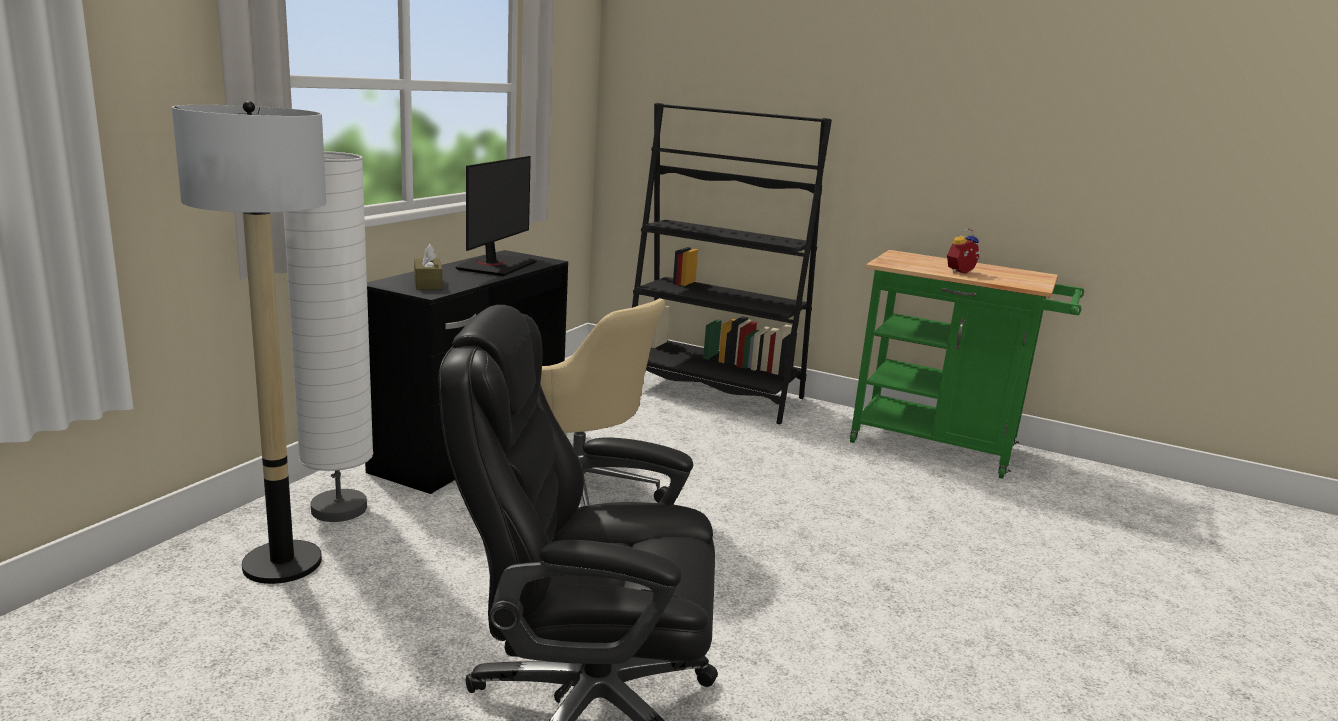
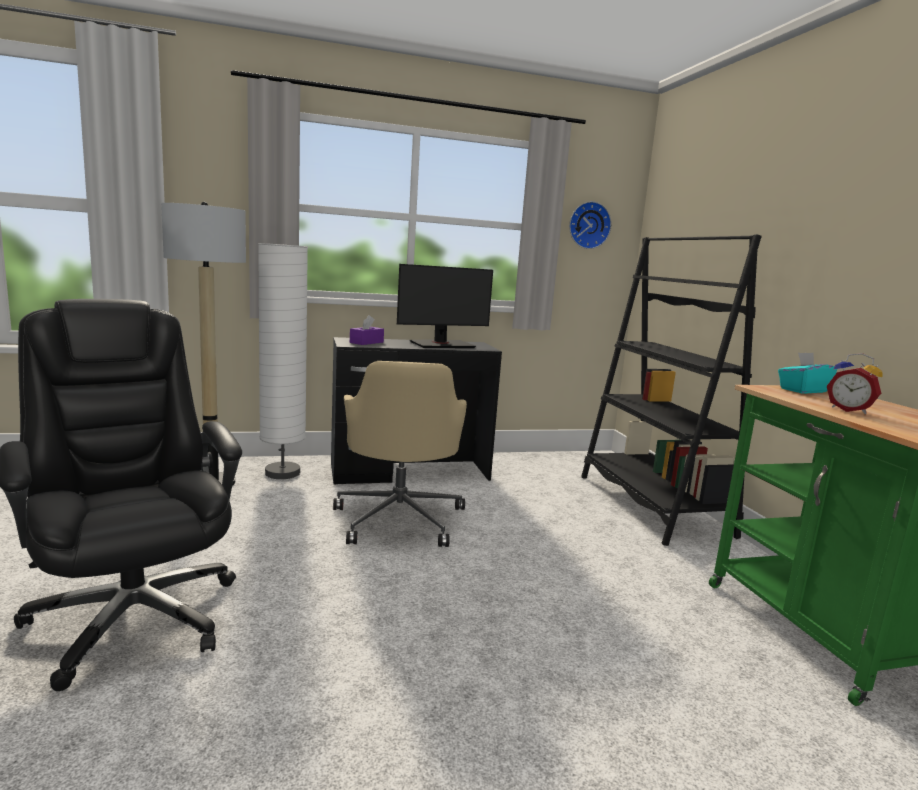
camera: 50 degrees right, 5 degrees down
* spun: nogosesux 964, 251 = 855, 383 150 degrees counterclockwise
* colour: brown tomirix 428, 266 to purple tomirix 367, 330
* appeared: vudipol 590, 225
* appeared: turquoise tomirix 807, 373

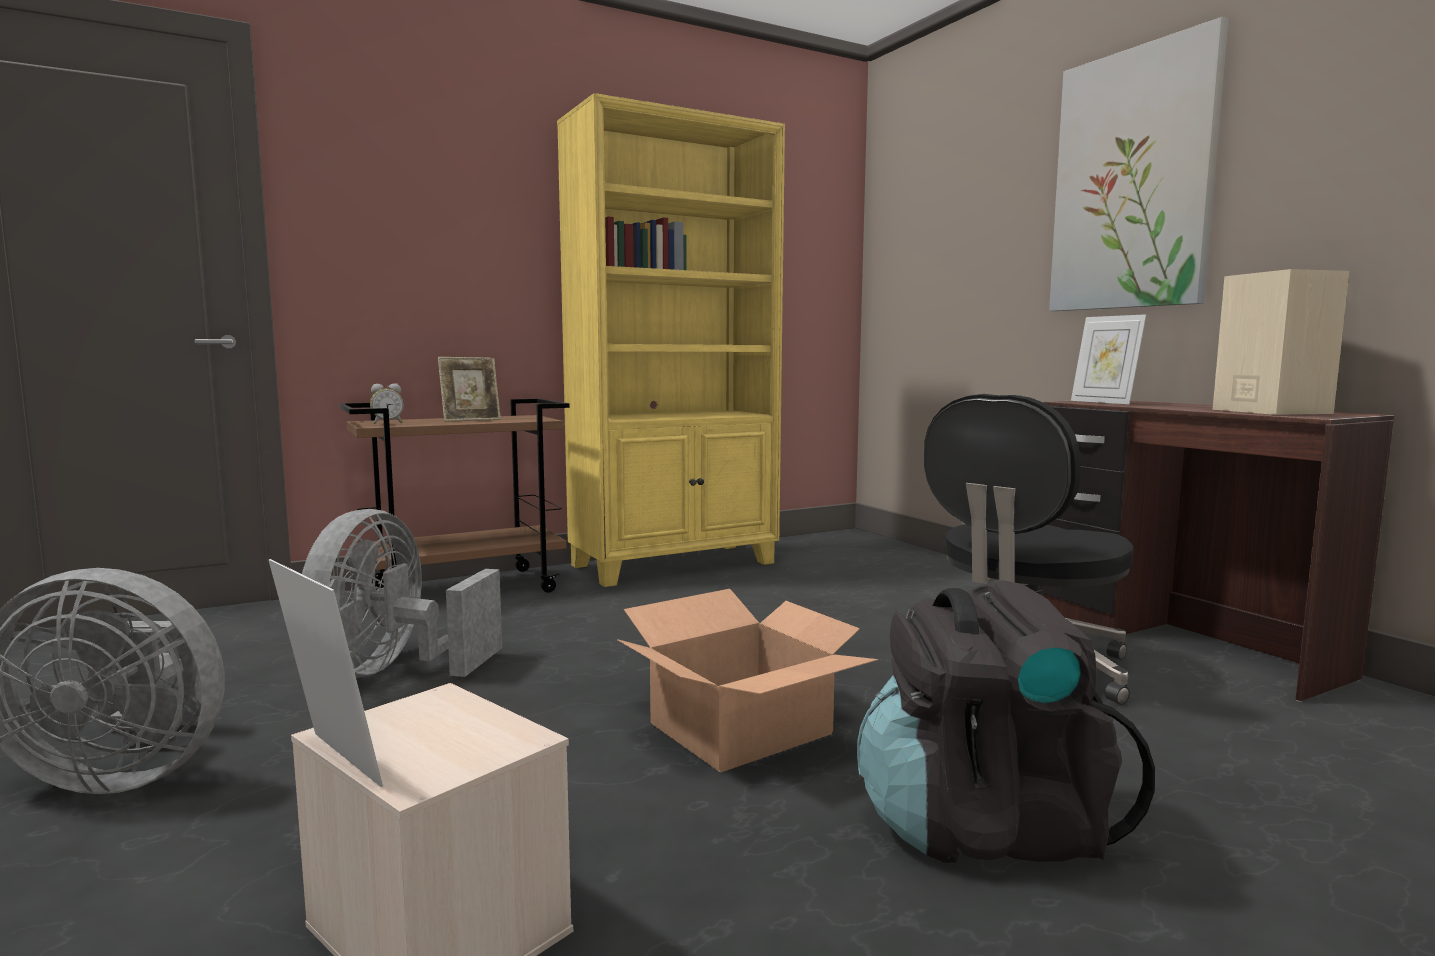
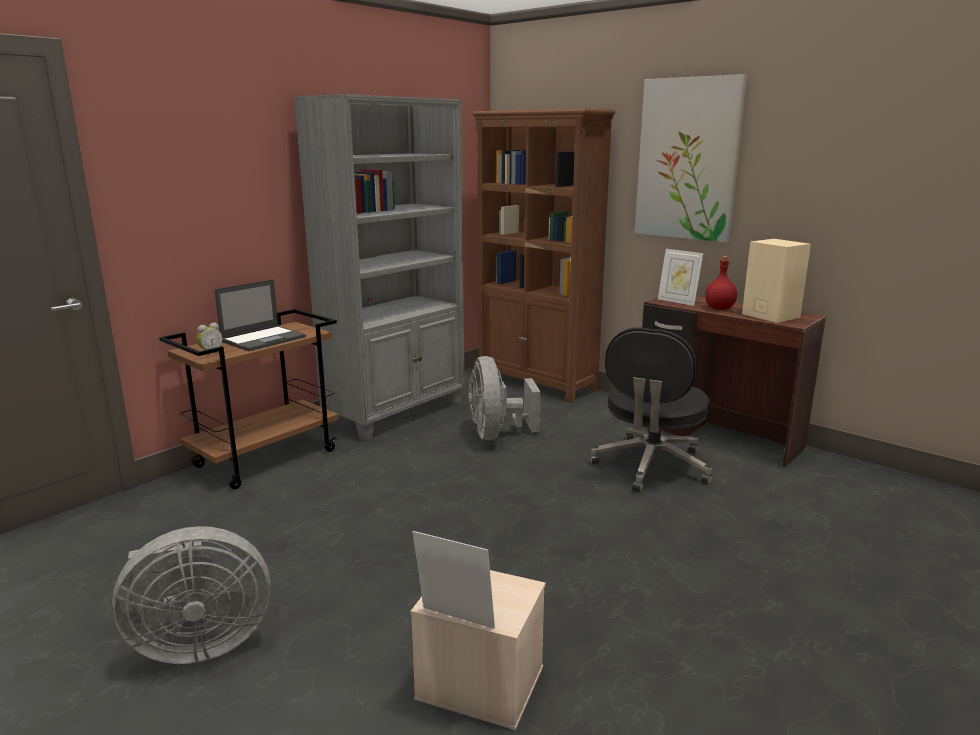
camera: 20 degrees left, 10 degrees up
* colour: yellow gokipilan 671, 340 to grey gokipilan 379, 267
* exchanged: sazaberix 469, 389 to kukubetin 260, 315
* relocated: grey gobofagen 402, 593 to 504, 398
* missing: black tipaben 1006, 721
* missing: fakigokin 748, 681
* appeared: brown gokipilan 544, 256
* appeared: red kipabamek 721, 283

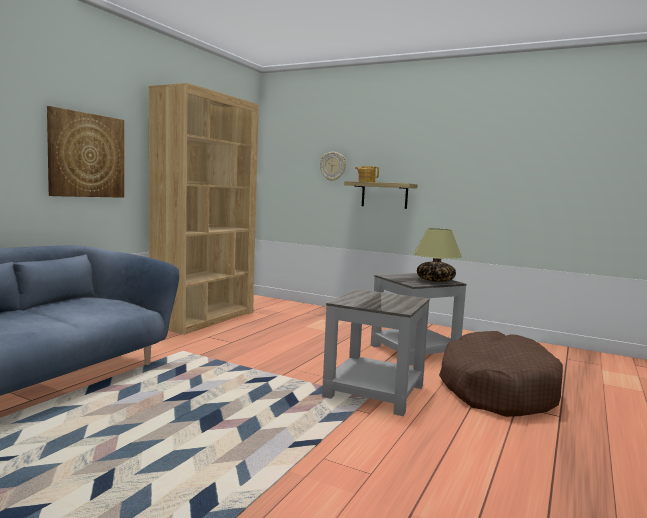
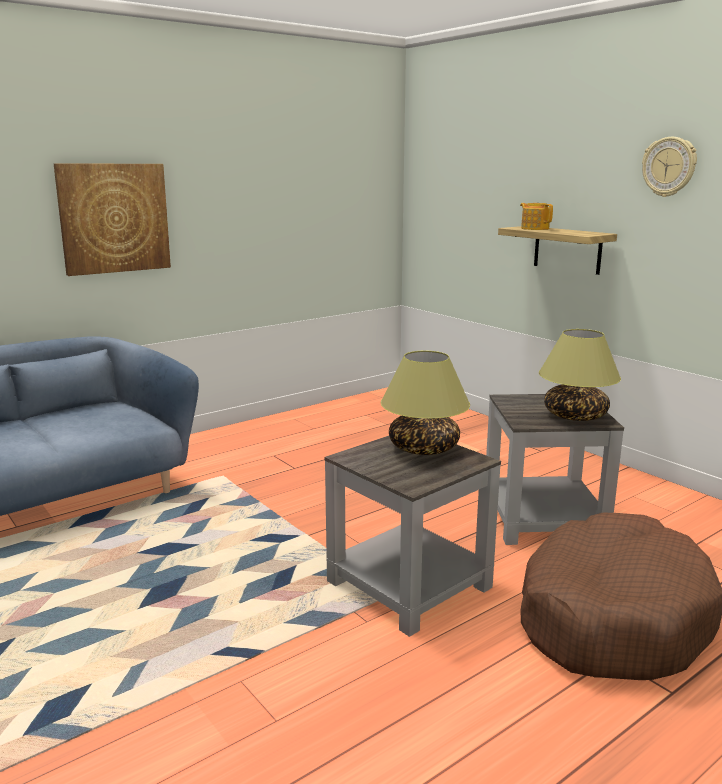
camera: 25 degrees right, 10 degrees up
* missing: brown gokipilan 204, 209
* relocated: vudipol 333, 166 to 669, 167
* appeared: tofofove 425, 403

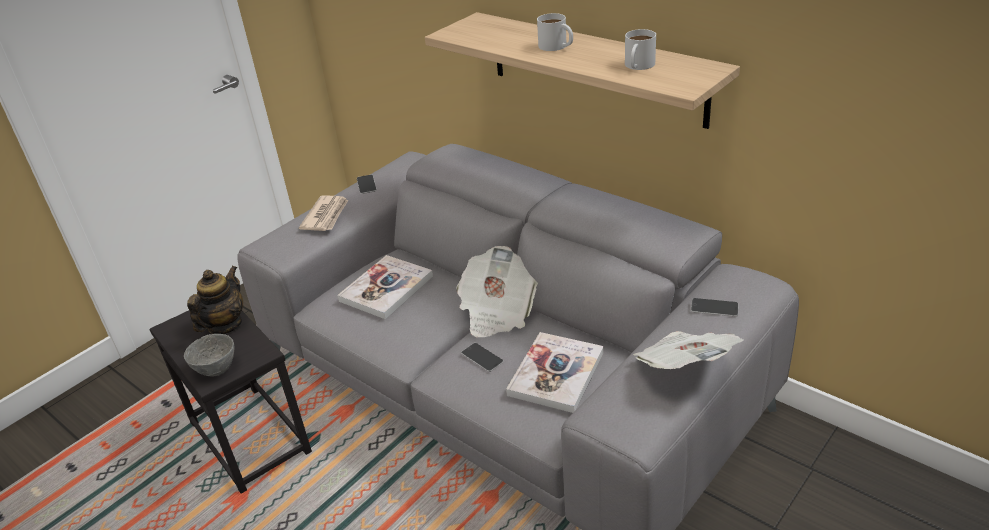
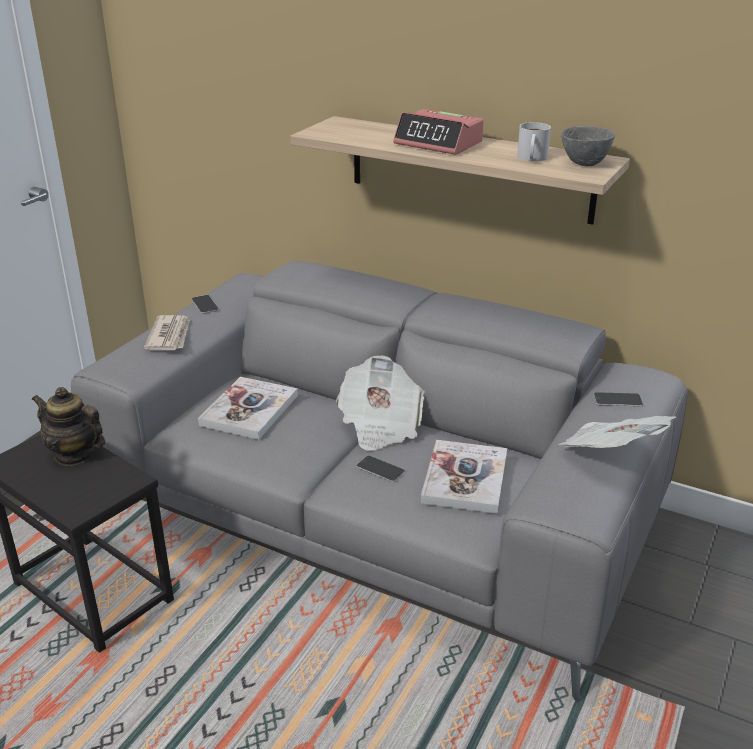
camera: 15 degrees left, 5 degrees down
* exchanged: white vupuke 555, 32 to nogosesux 438, 132
* spun: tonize 215, 300 = 68, 426 75 degrees counterclockwise
* relocated: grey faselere 209, 355 to 588, 146

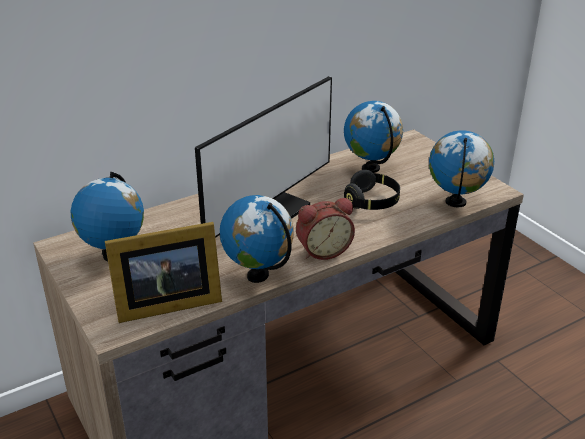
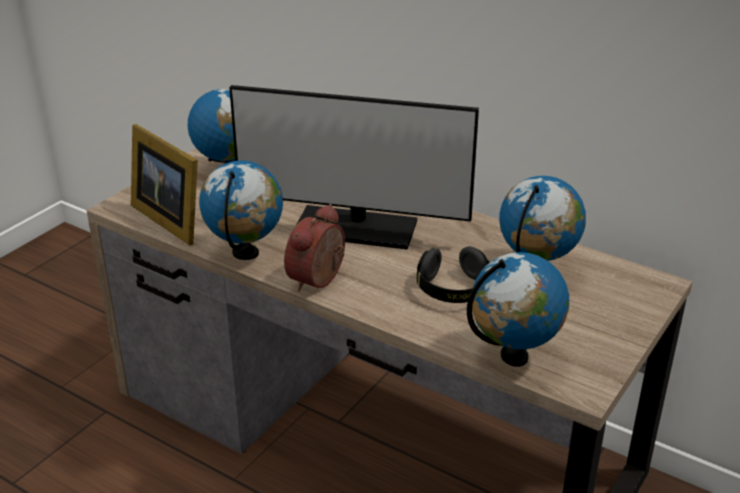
camera: 65 degrees right, 0 degrees up
* spun: nogosesux 325, 229 = 314, 248 75 degrees clockwise

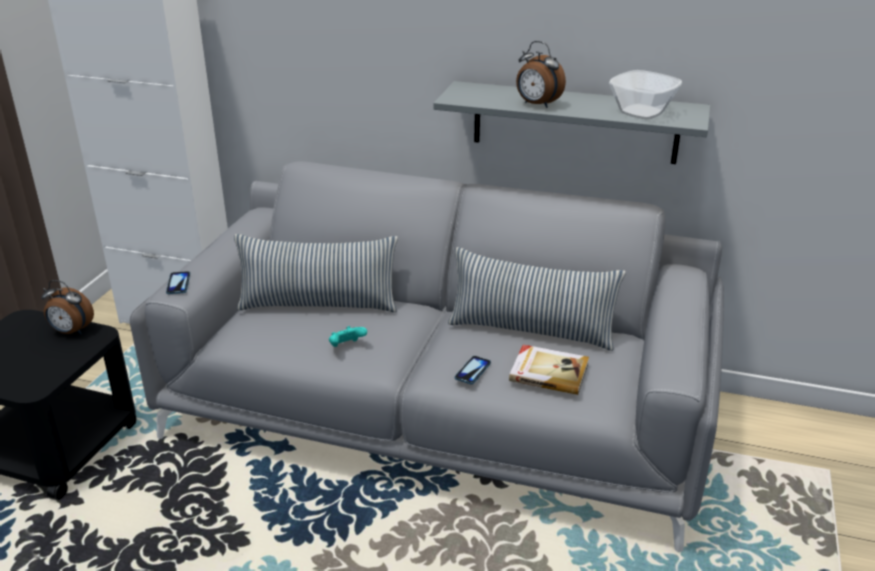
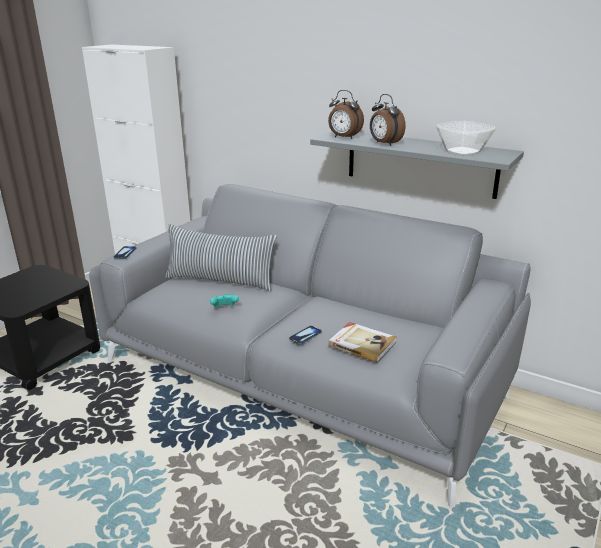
camera: 15 degrees right, 5 degrees down
* missing: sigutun 537, 299
* relocated: nogosesux 67, 307 to 346, 114

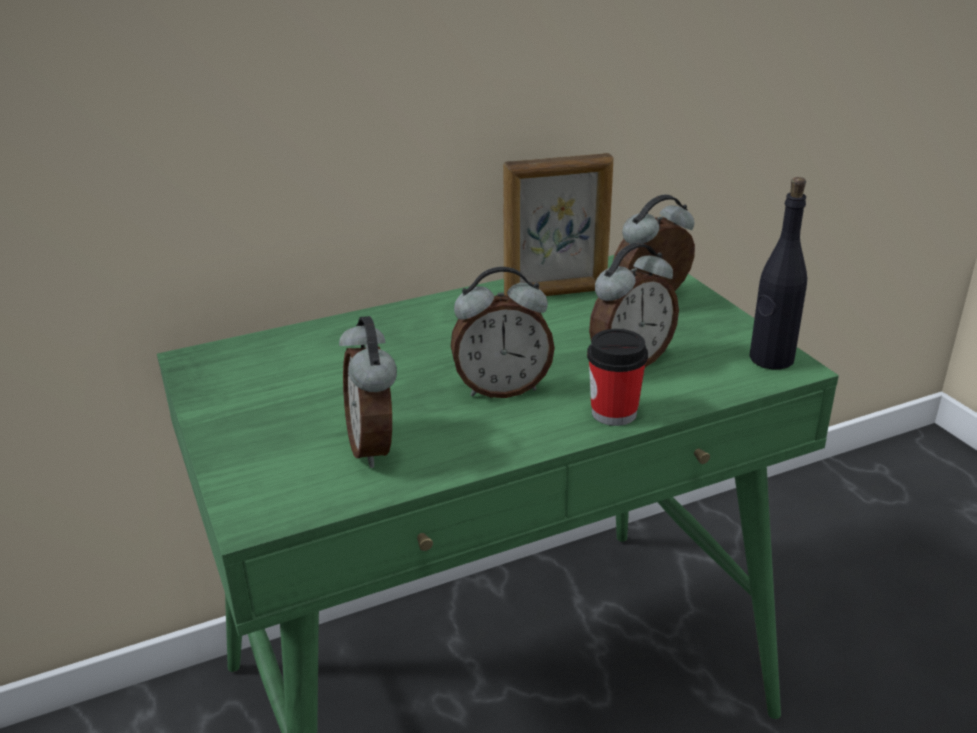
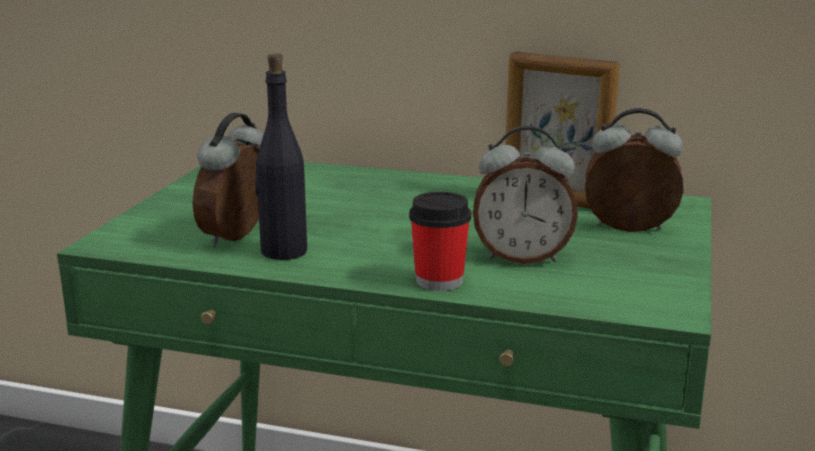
camera: 40 degrees right, 10 degrees down
* relocated: black kipabamek 778, 273 to 281, 156
* missing: nogosesux 503, 332

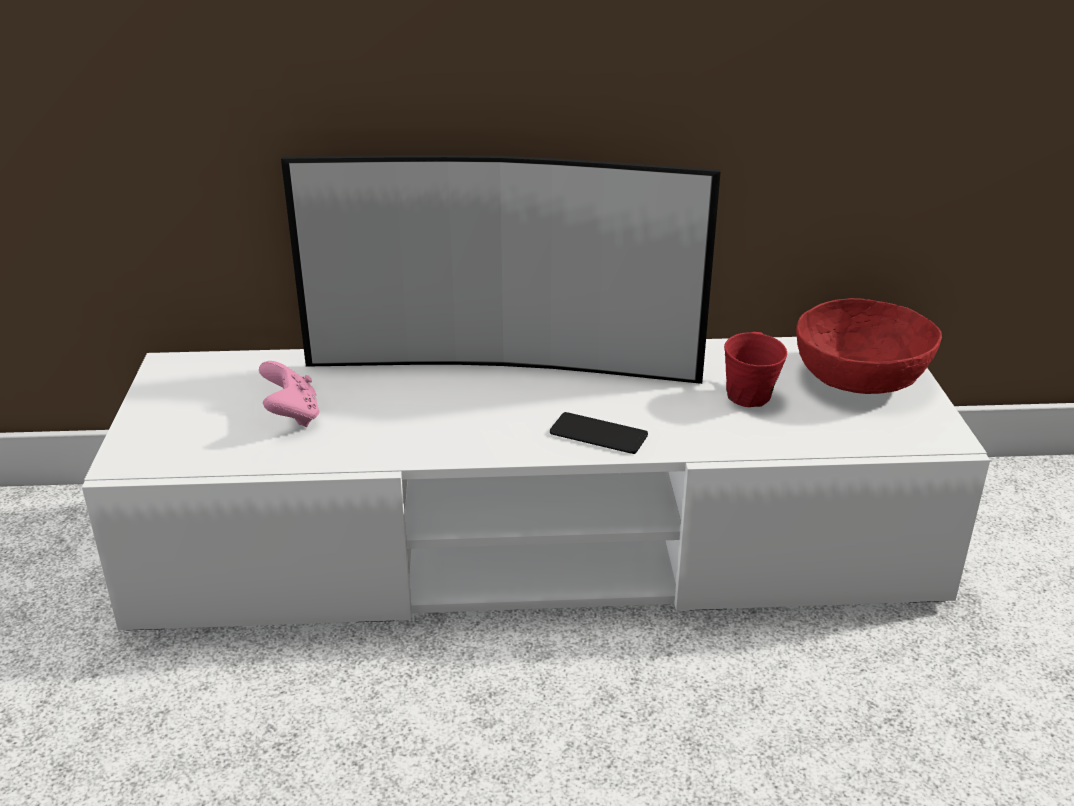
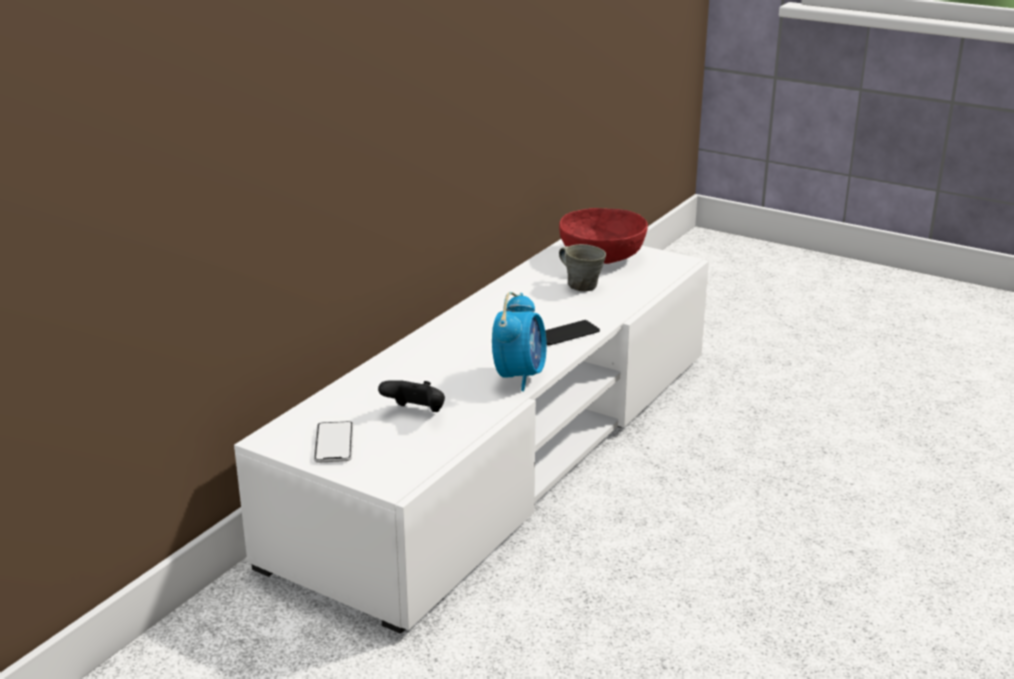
camera: 55 degrees left, 5 degrees down
* missing: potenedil 501, 269
* colour: red vupuke 755, 369 to grey vupuke 582, 267
* colour: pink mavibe 289, 394 to black mavibe 411, 396
* appeared: nogosesux 519, 341
* appeared: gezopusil 333, 441

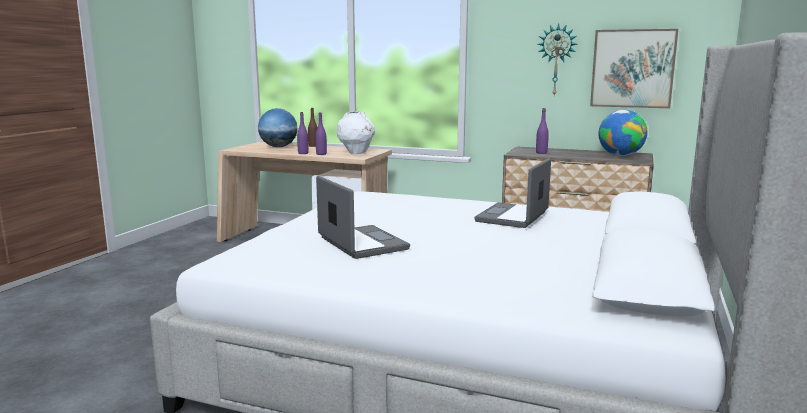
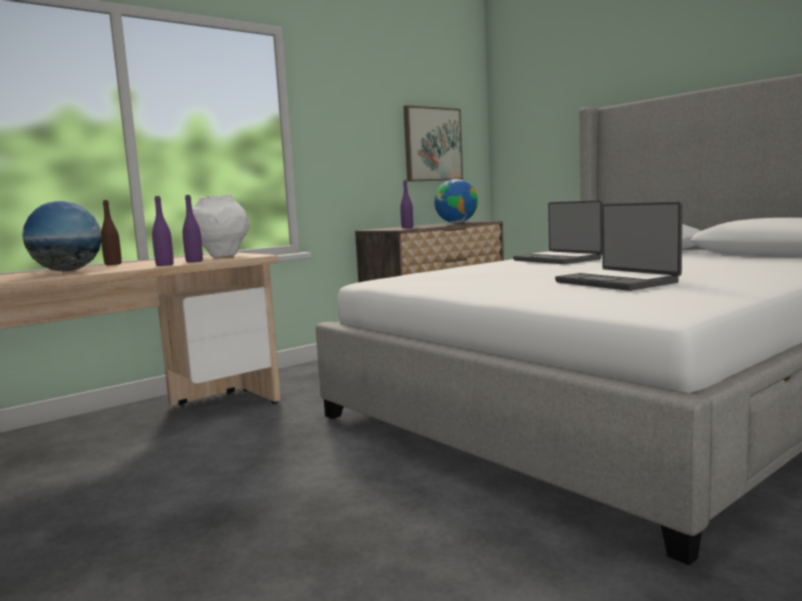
camera: 60 degrees left, 5 degrees down
* missing: vudipol 557, 59
* spun: kukubetin 363, 217 = 619, 246 120 degrees counterclockwise

